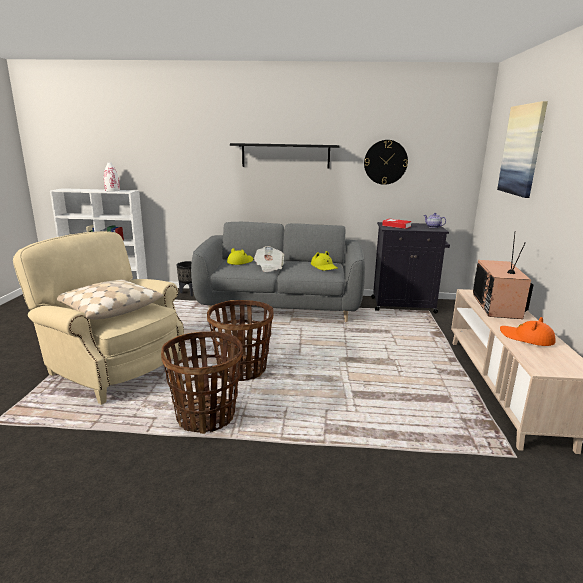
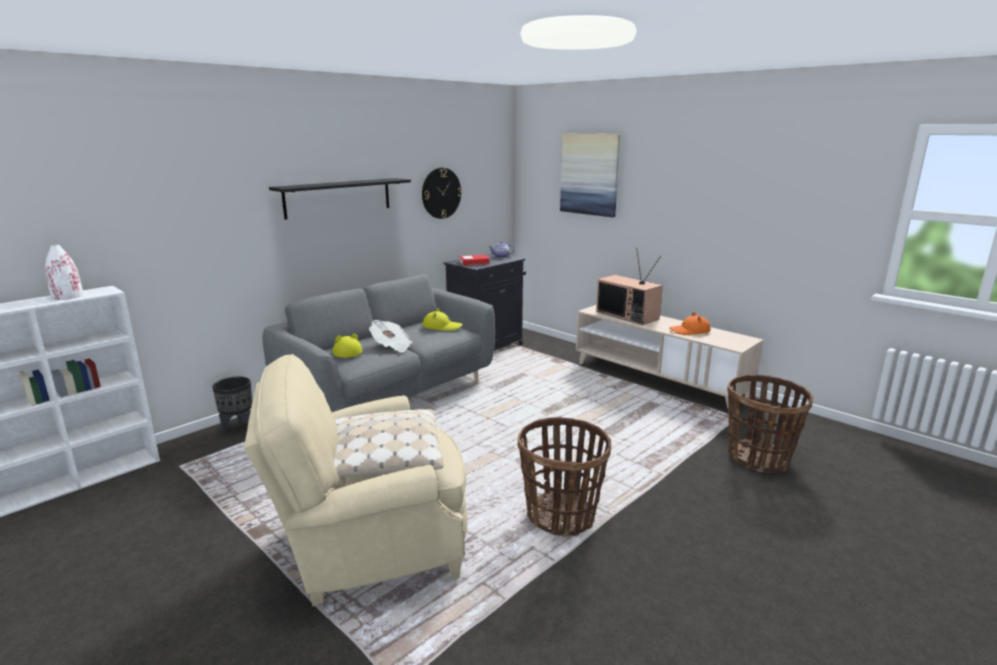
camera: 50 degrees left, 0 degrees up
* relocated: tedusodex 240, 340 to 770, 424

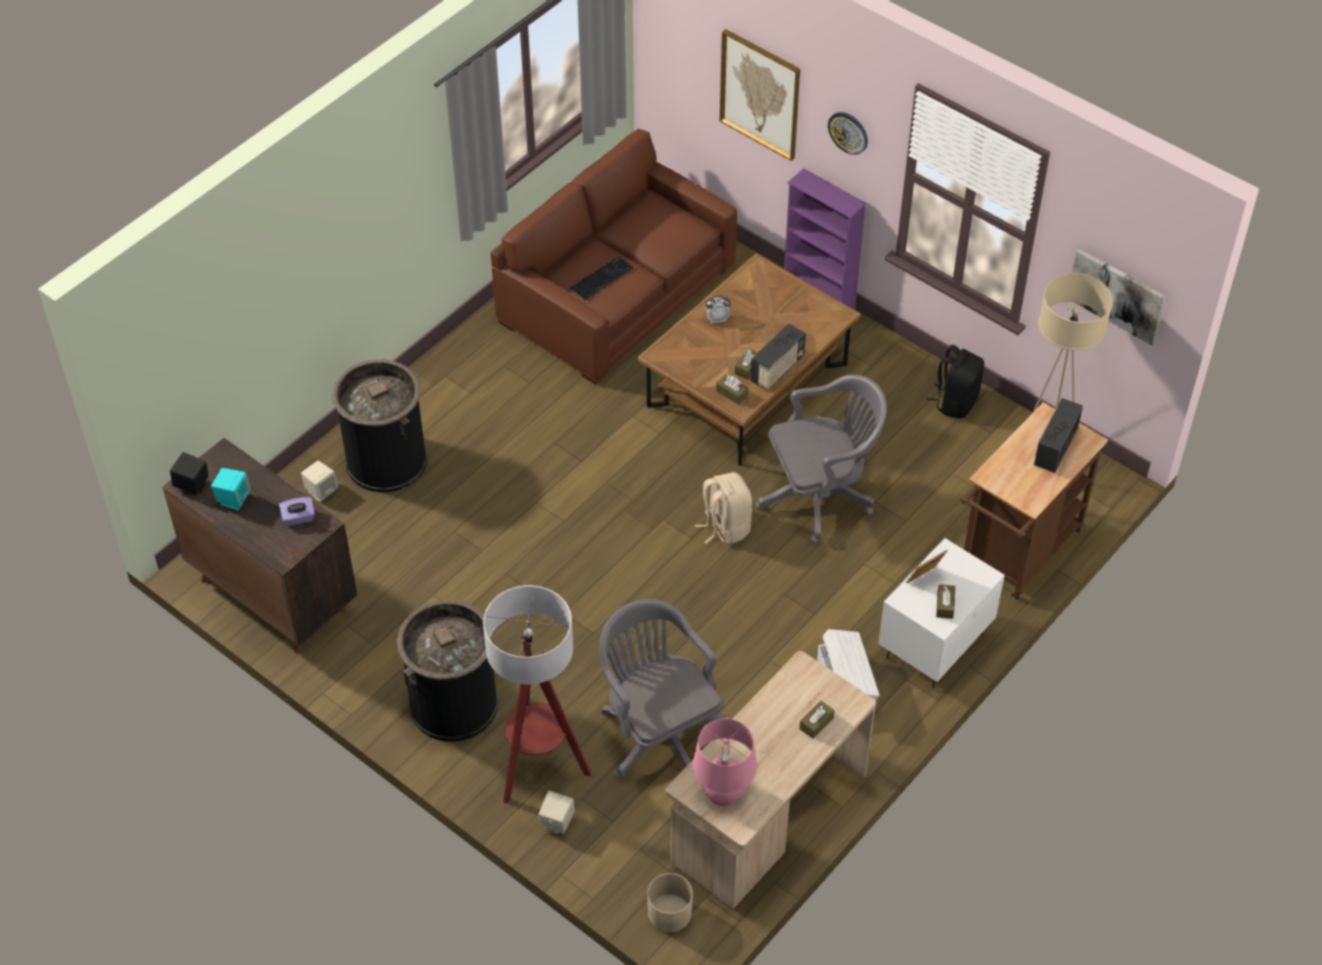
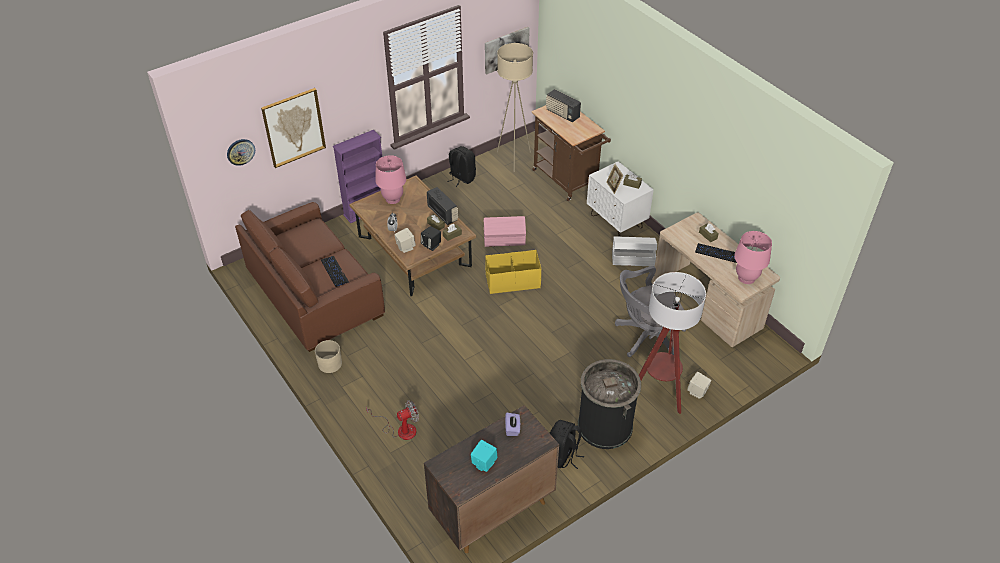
camera: 75 degrees left, 5 degrees down
* relocated: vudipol 848, 133 to 241, 152
* exchanged: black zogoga 379, 425 to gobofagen 392, 420
* exchanged: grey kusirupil 821, 459 to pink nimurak 505, 231
* relocated: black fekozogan 189, 474 to 431, 238
* relocated: beige fekozogan 319, 481 to 405, 240
* exchanged: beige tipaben 723, 508 to yellow nimurak 513, 272
* relocated: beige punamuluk 670, 902 to 328, 356
* appeared: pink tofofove 390, 179
* appeared: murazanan 716, 253
* appeared: black tipaben 567, 444

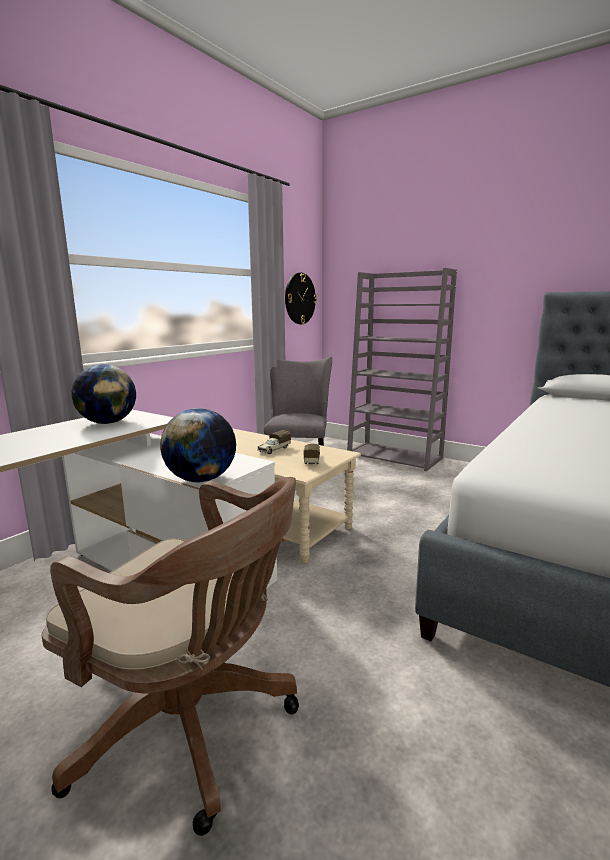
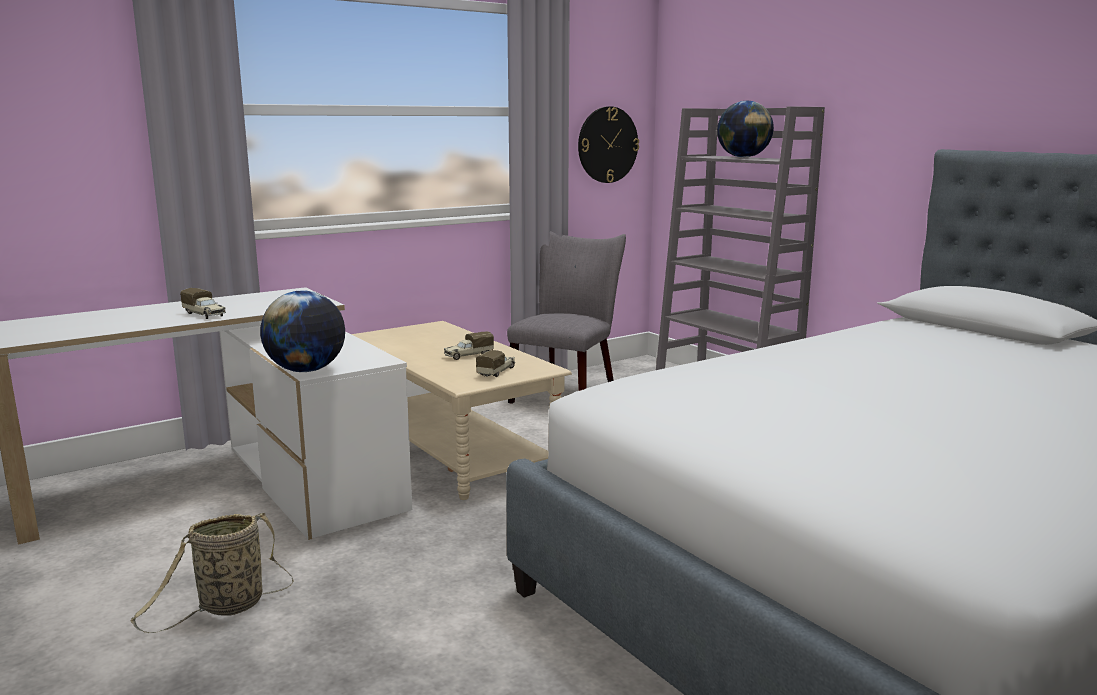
camera: 20 degrees right, 0 degrees up
* relocated: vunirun 103, 394 to 745, 129
* exchanged: brown kusirupil 170, 656 to tedusodex 212, 573
* appeared: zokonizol 203, 303

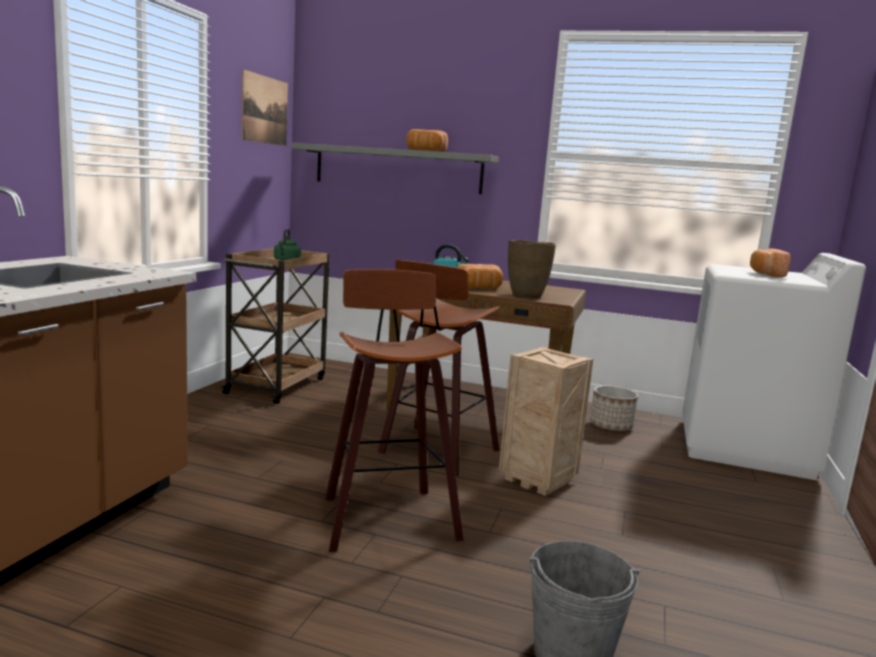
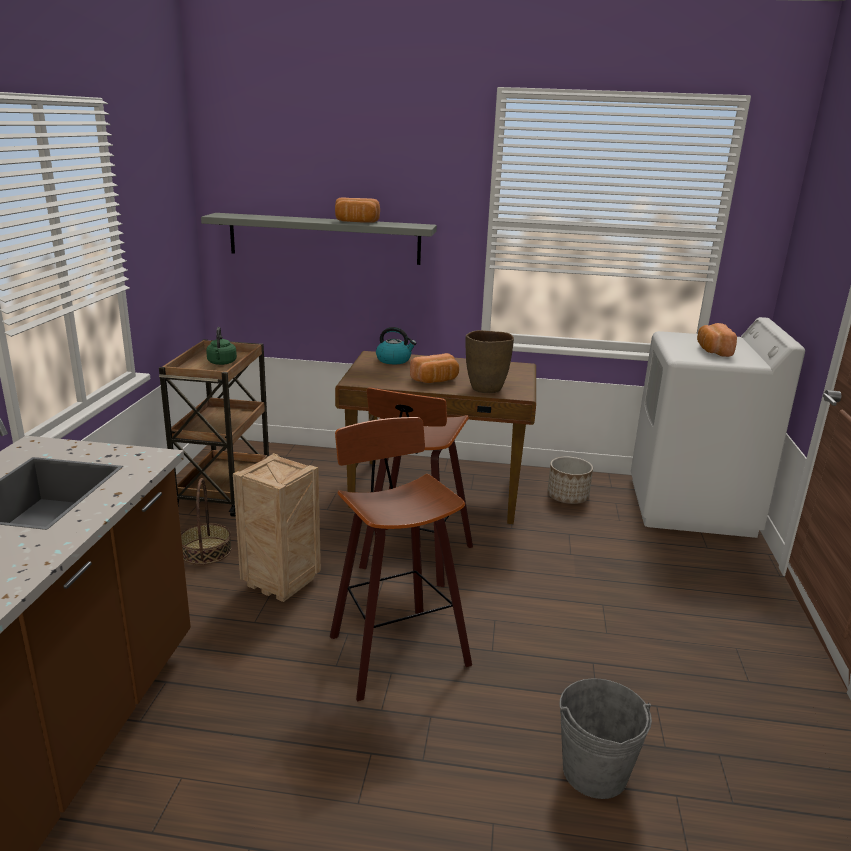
camera: 10 degrees left, 10 degrees up
* missing: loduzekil 265, 107
* relocated: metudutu 546, 421 to 277, 527
* appeared: tedusodex 206, 521

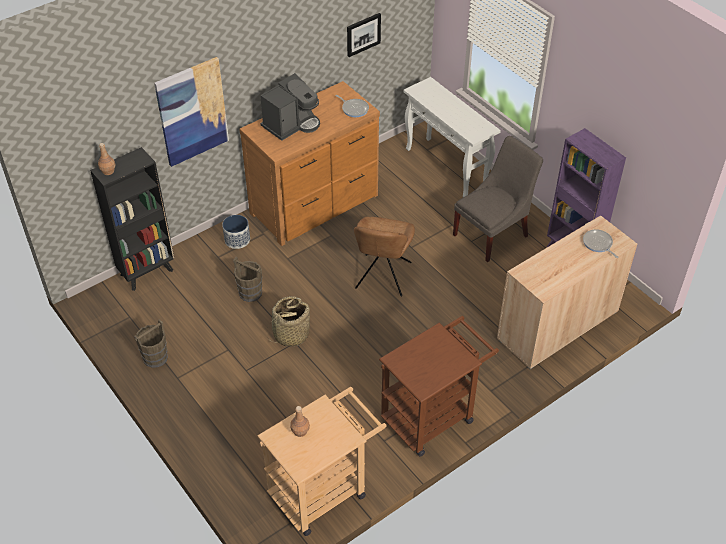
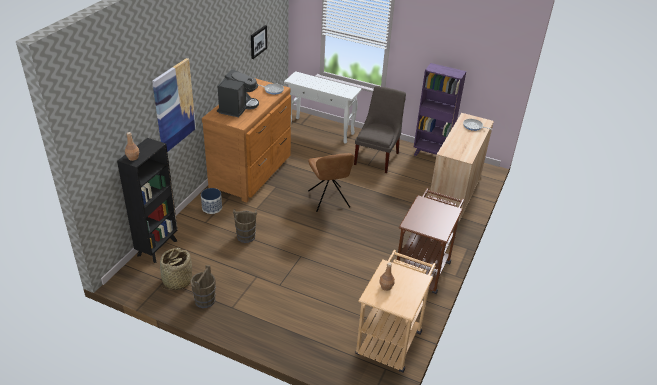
camera: 30 degrees left, 10 degrees down
* relocated: tedusodex 288, 321 to 176, 269

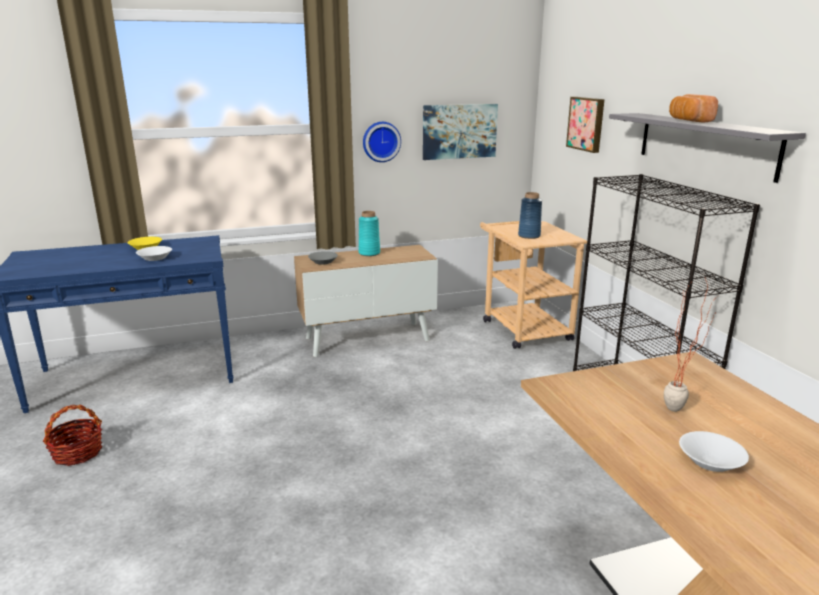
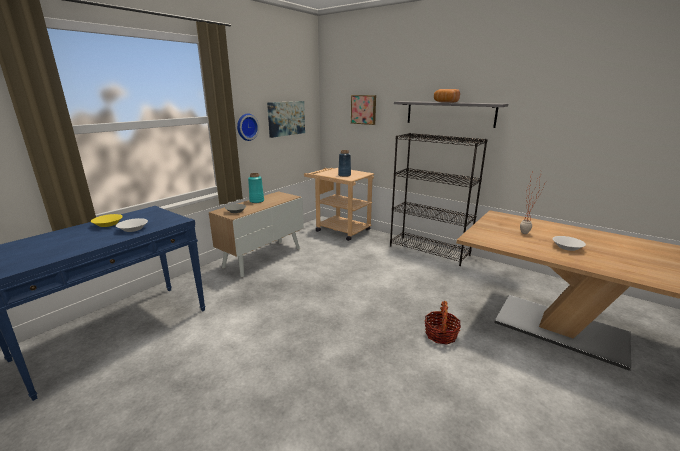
camera: 35 degrees left, 0 degrees up
* relocated: tedusodex 72, 435 to 443, 323

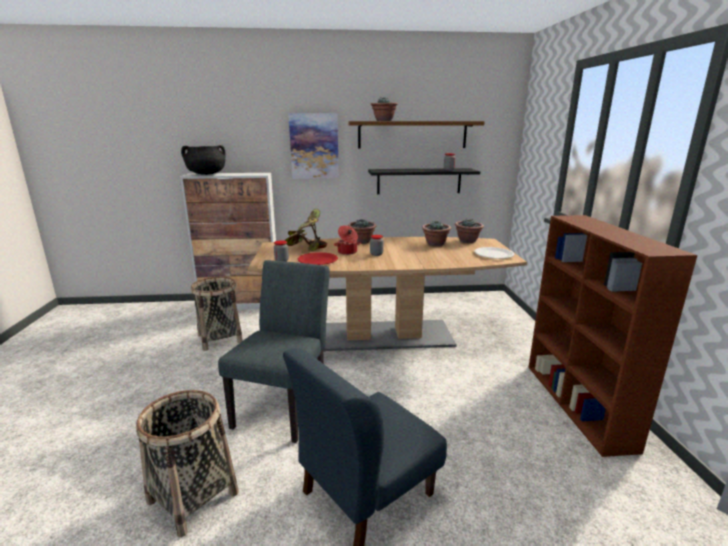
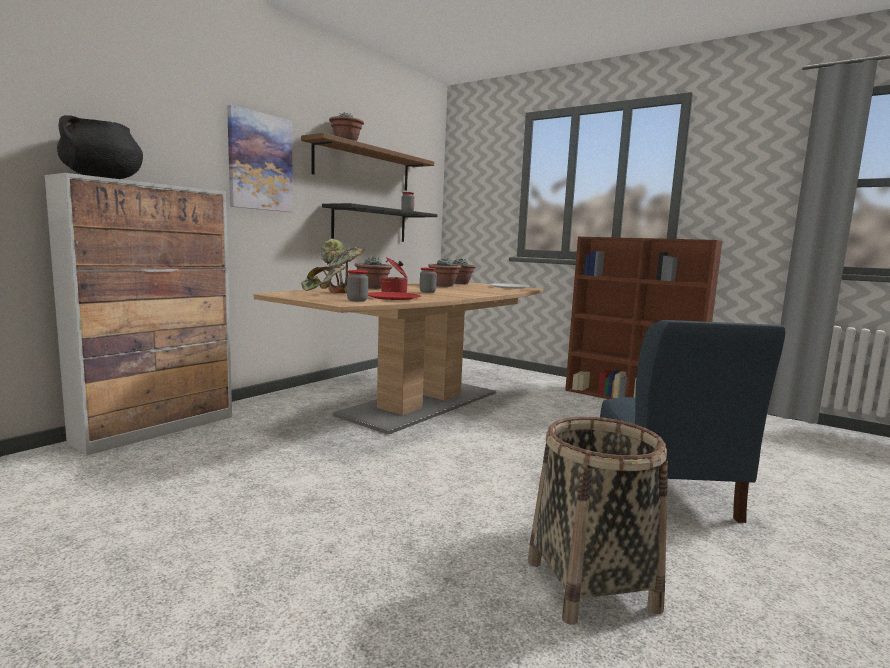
camera: 50 degrees left, 10 degrees down
* missing: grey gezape 274, 351
* missing: tedusodex 217, 314

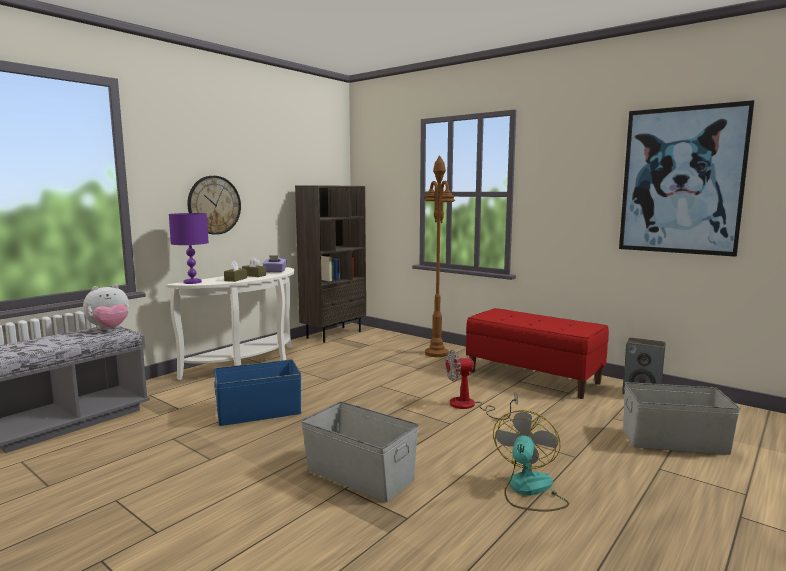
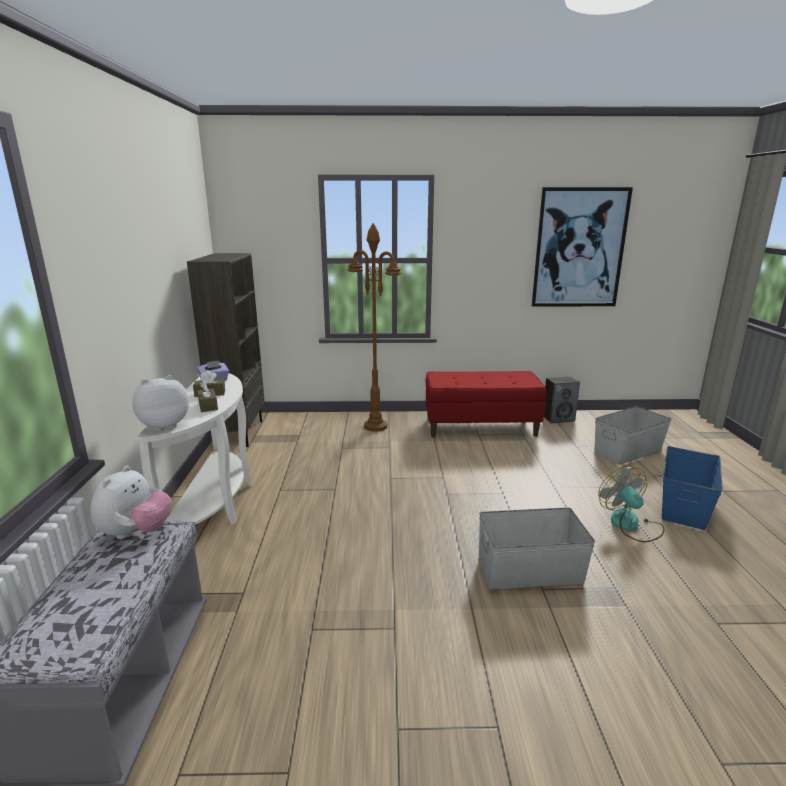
camera: 40 degrees left, 10 degrees up
* missing: vudipol 214, 205
* exchanged: purple tofofove 189, 248 to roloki 160, 403
* missing: gobofagen 481, 385
* relocated: blue nimurak 257, 393 to 692, 488

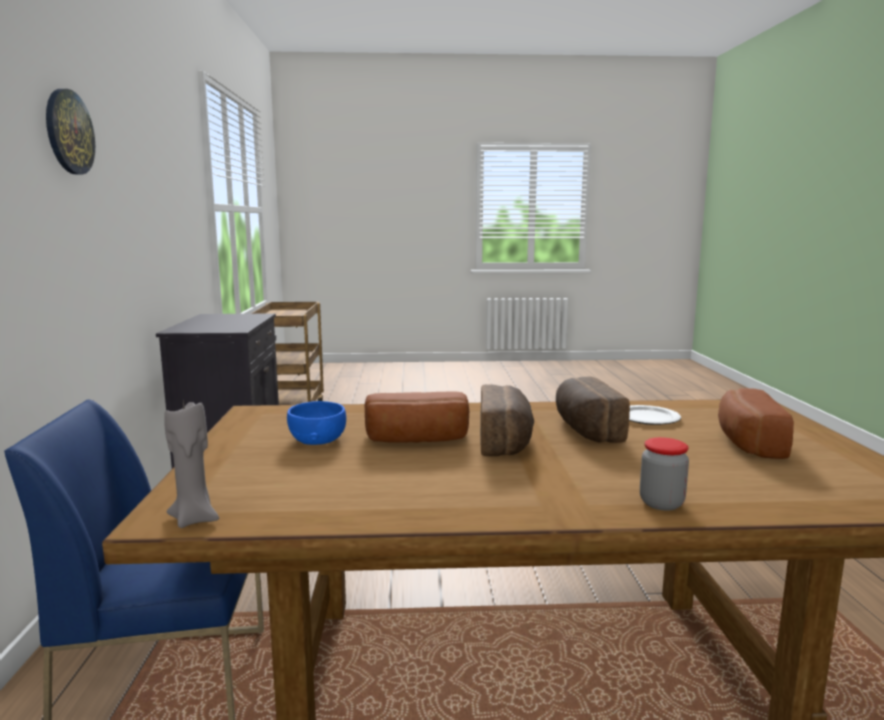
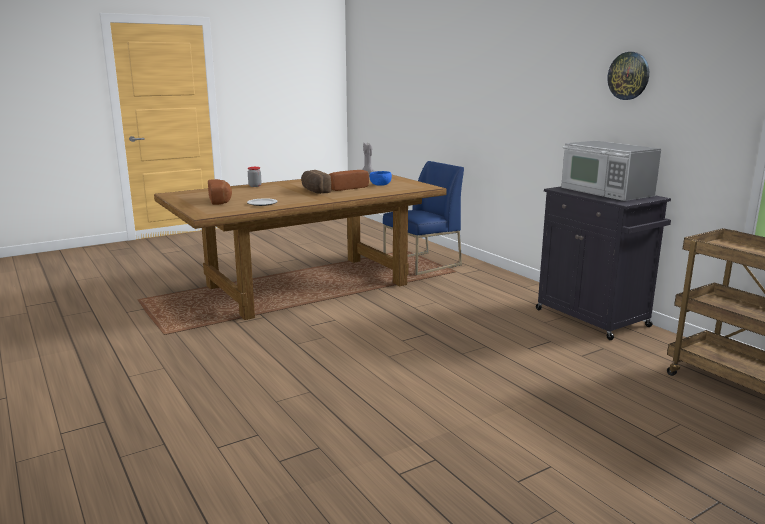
camera: 150 degrees right, 5 degrees up
* relocated: vudipol 70, 132 to 628, 76
* missing: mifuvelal 593, 409
* appeared: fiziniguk 611, 171

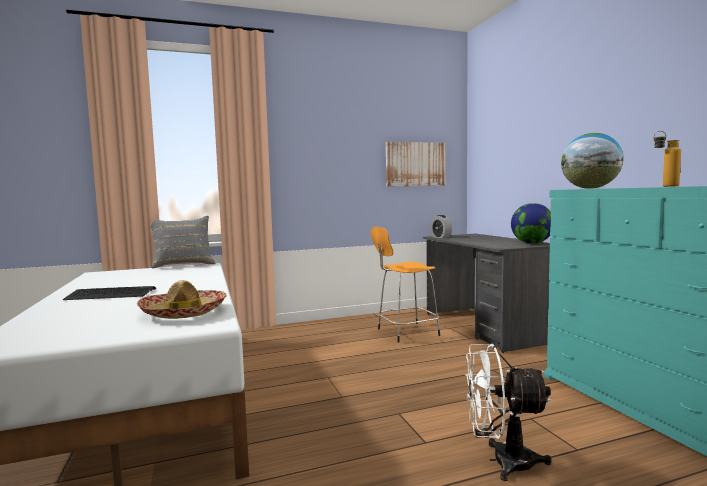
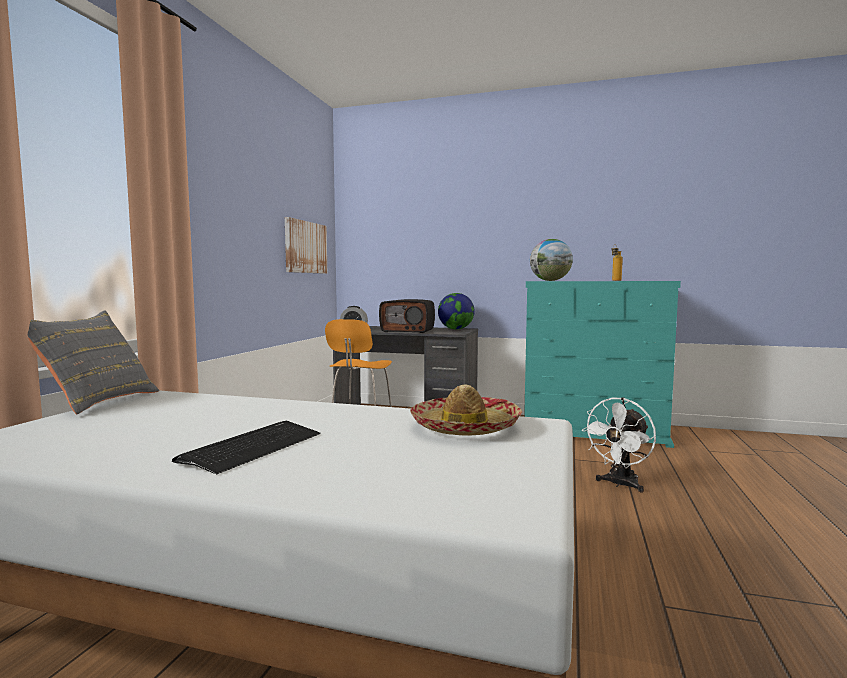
camera: 55 degrees left, 0 degrees up
* appeared: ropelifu 407, 316

